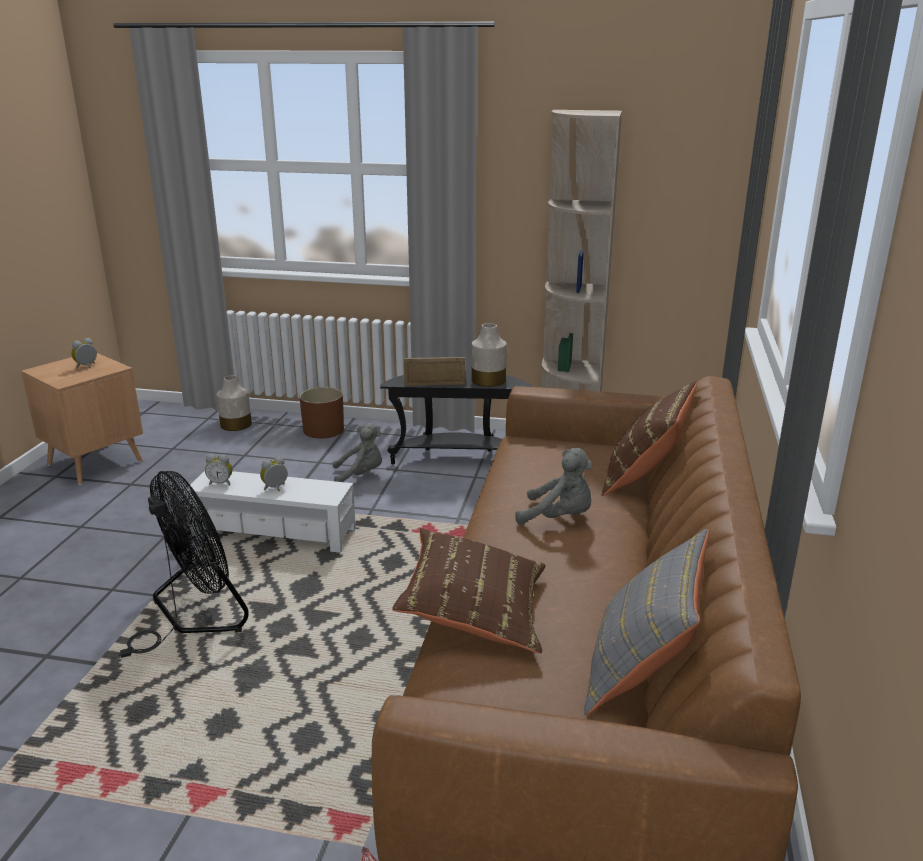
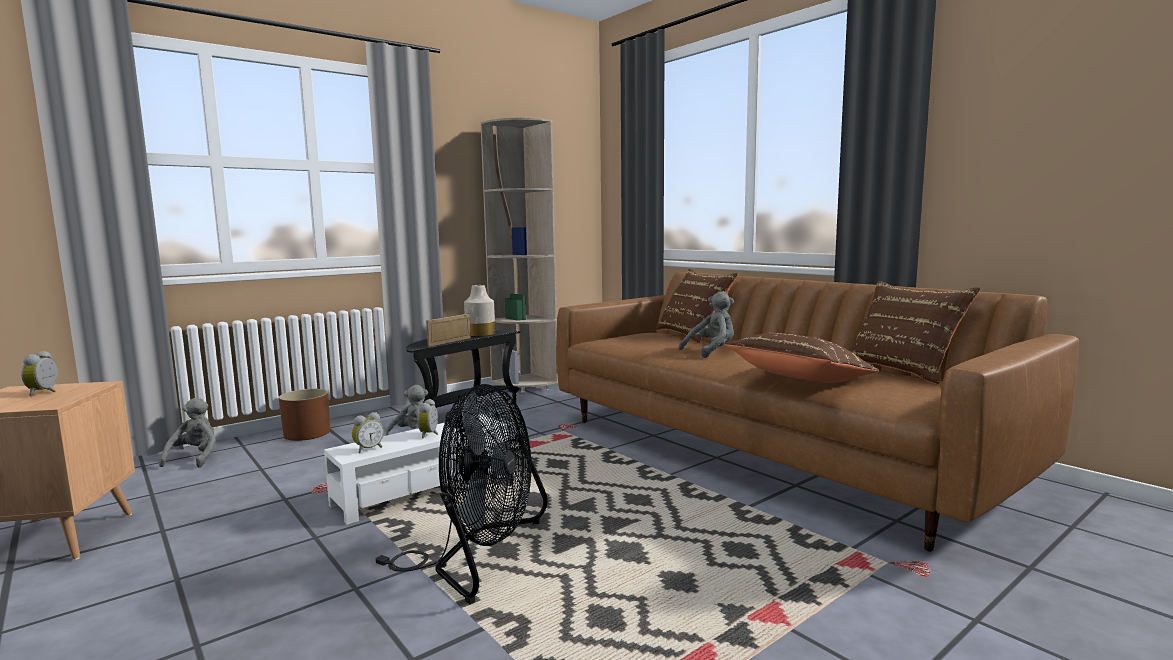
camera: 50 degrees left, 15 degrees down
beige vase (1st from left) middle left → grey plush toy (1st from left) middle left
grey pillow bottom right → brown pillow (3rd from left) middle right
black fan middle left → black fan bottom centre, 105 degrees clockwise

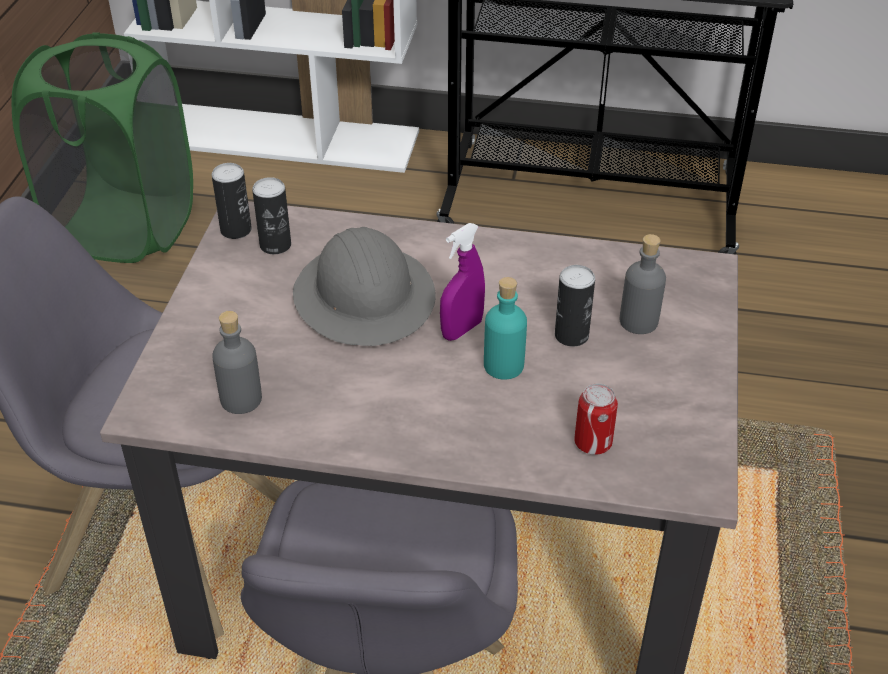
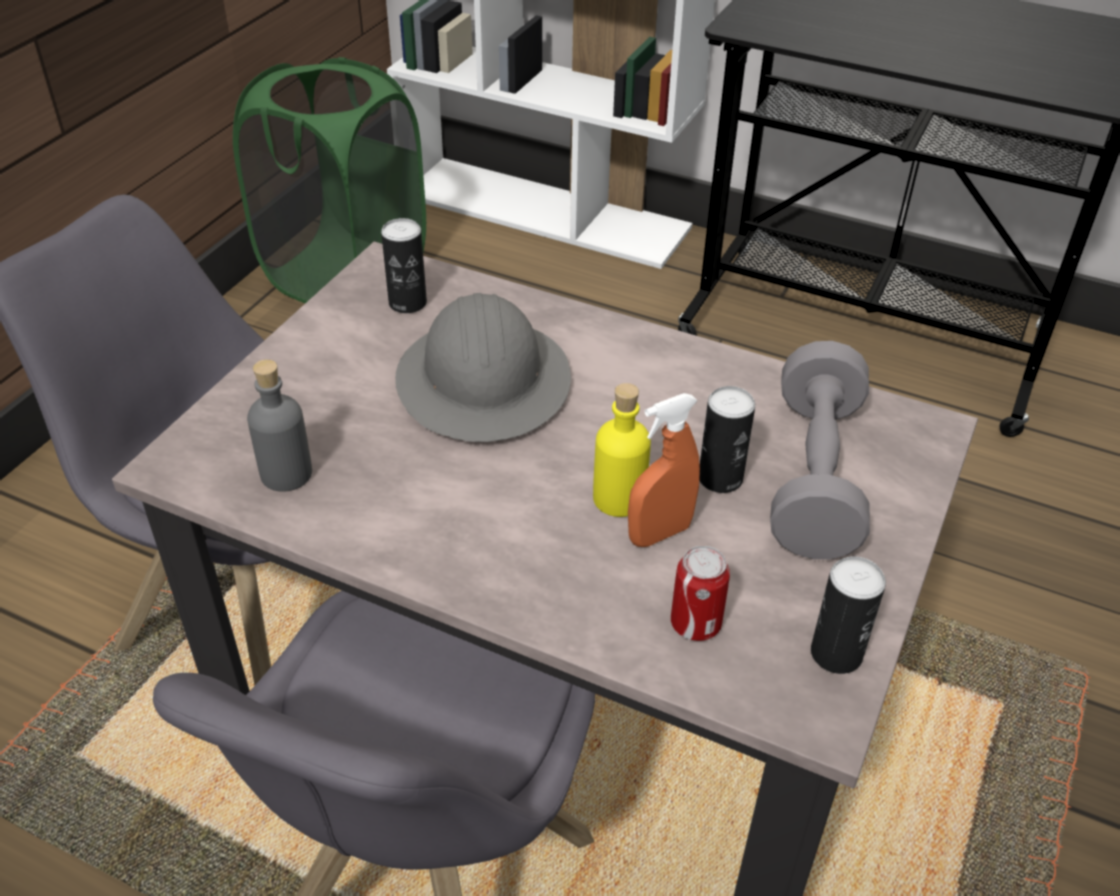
camera: 15 degrees right, 0 degrees up
purple spray bottle centre → -
- → orange spray bottle centre
can (1st from left in the first image) top left → can (4th from left) bottom right, moved
grey bottle (2nd from left) middle right → grey dumbbell middle right
turquoise bottle centre → yellow bottle centre

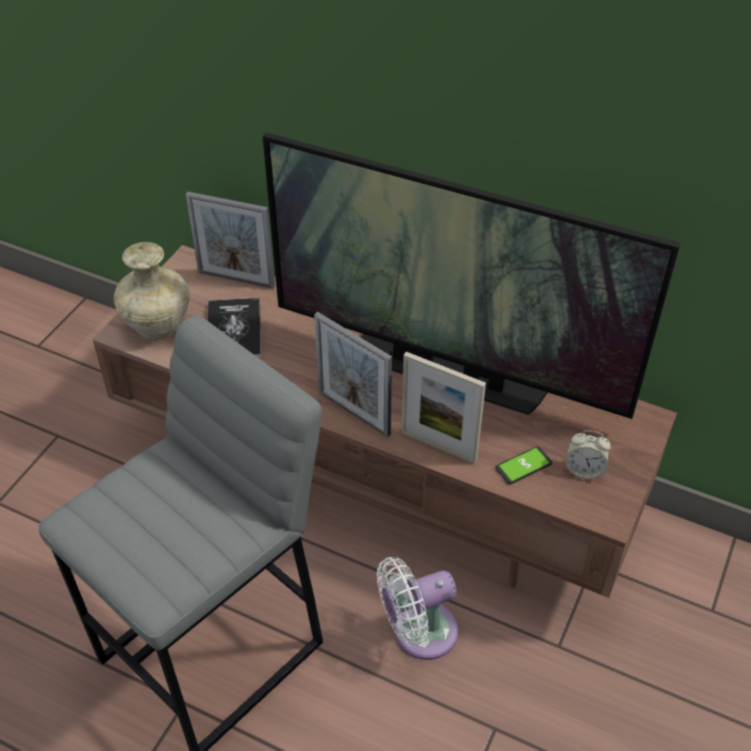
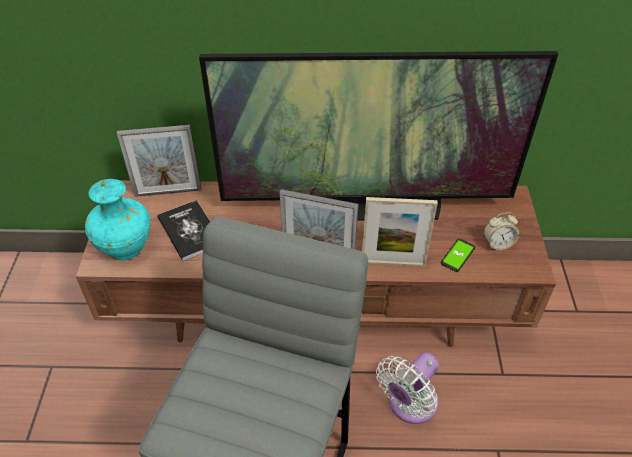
camera: 25 degrees left, 0 degrees up
beige vase middle left → turquoise vase middle left

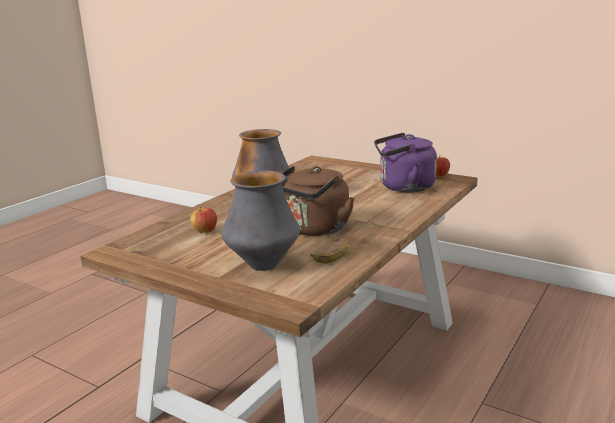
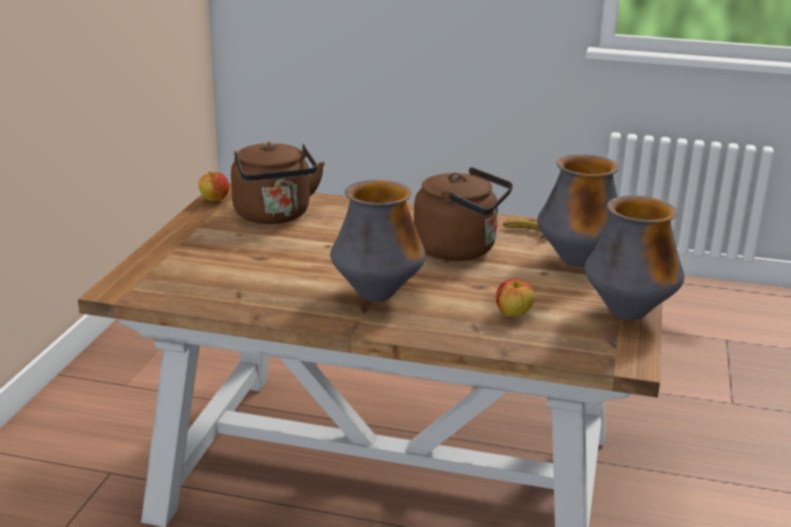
camera: 110 degrees left, 5 degrees up
- → vase (3rd from left) middle right
purple kettle centre → brown kettle (1st from left) centre

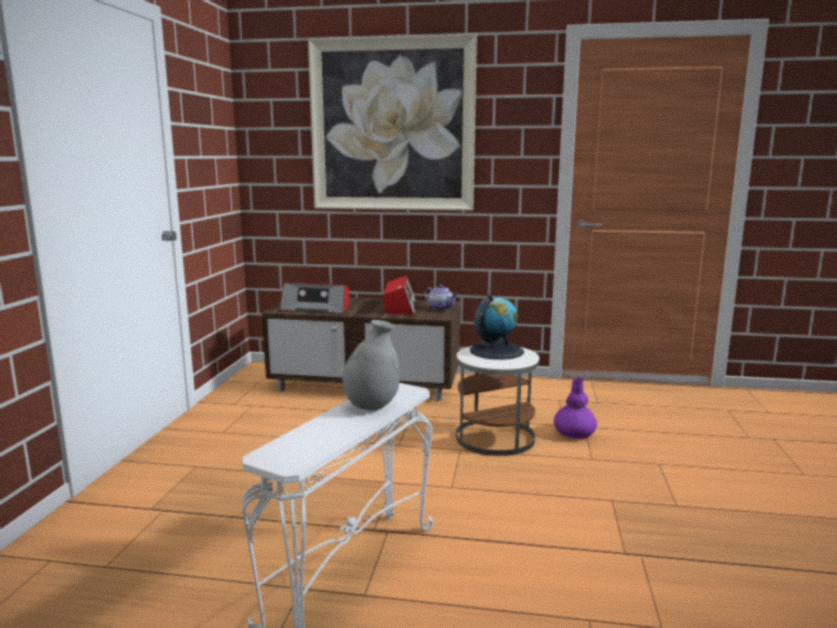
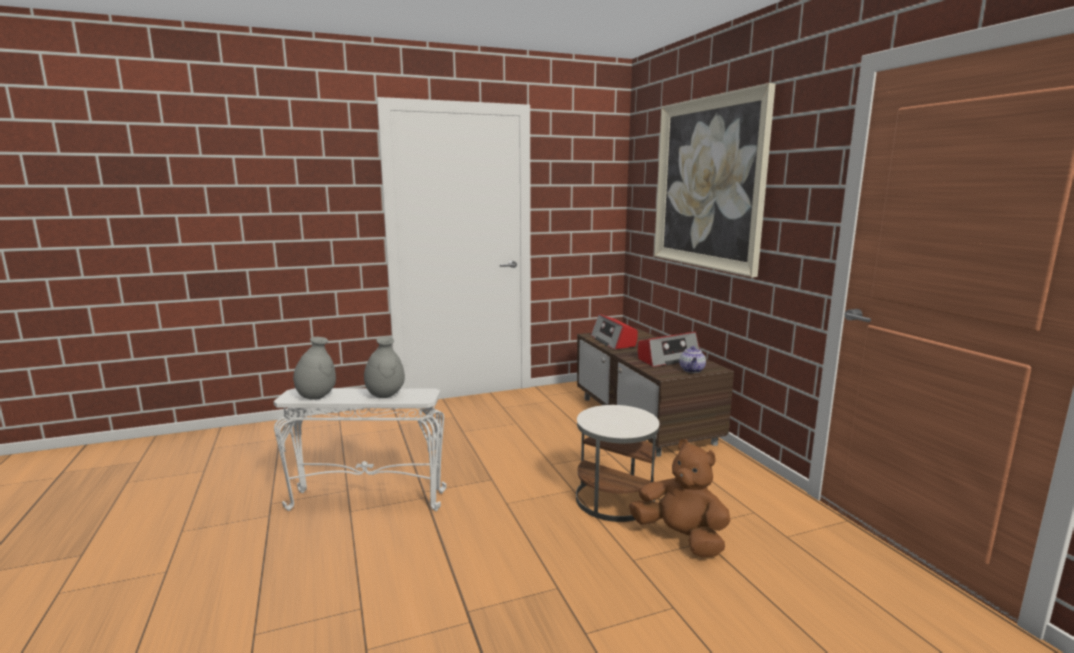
camera: 60 degrees right, 0 degrees up
globe centre → -
- → grey vase (1st from left) middle left
purple vase middle right → brown plush toy bottom centre

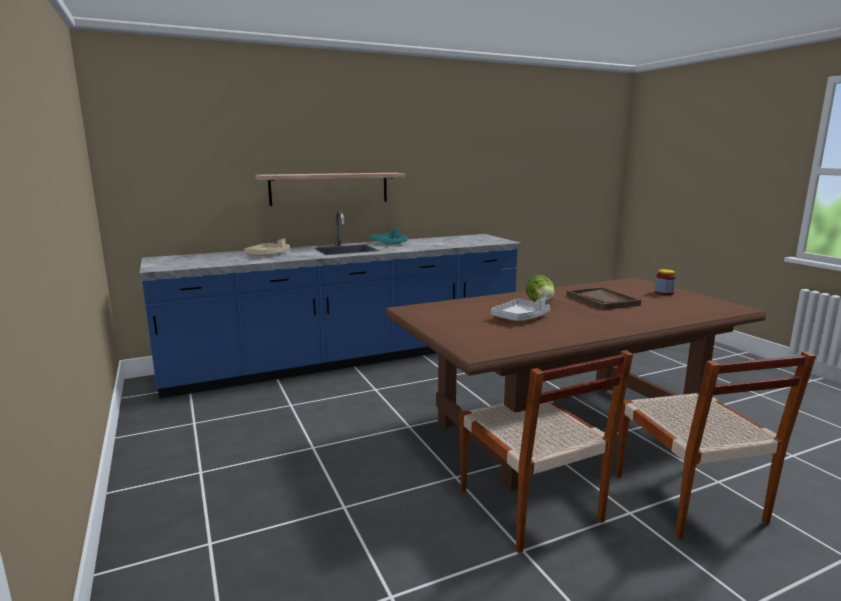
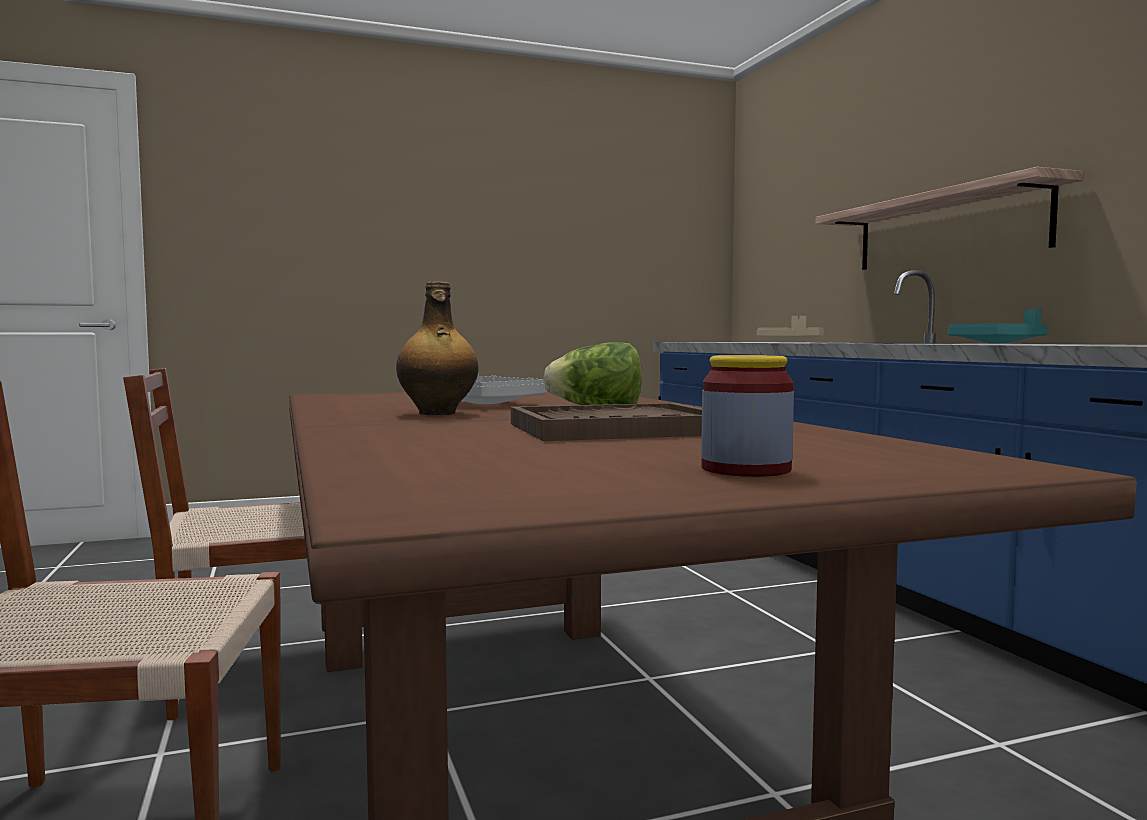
camera: 95 degrees right, 10 degrees down
- → bottle centre

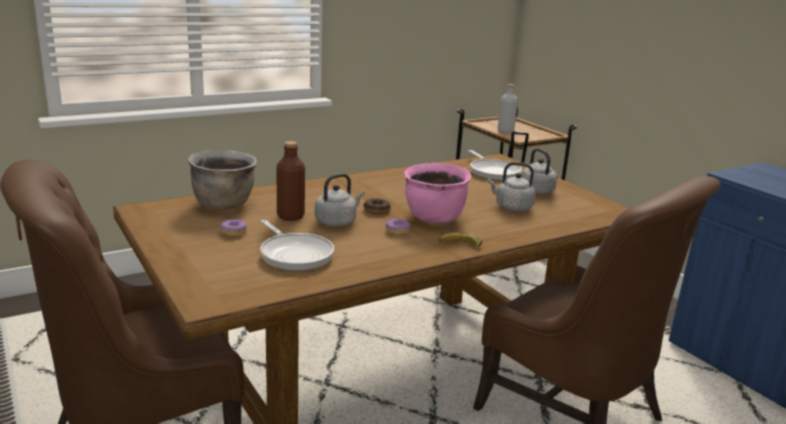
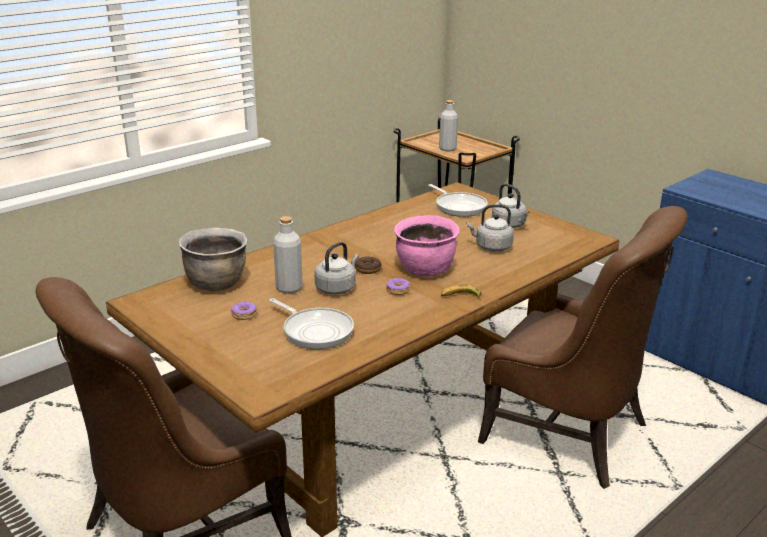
camera: 10 degrees left, 5 degrees up
brown bottle centre → grey bottle (1st from left) centre

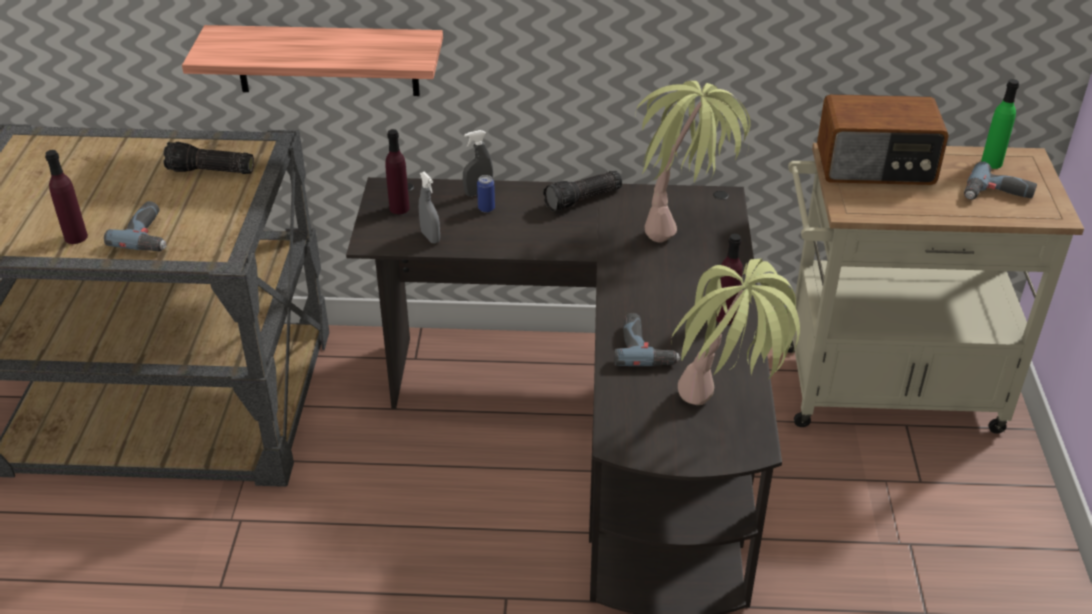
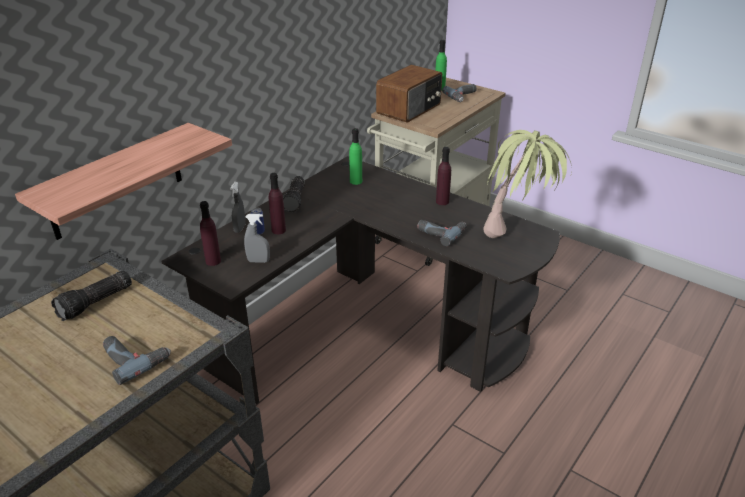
camera: 55 degrees left, 5 degrees down
purple bottle (1st from left in the first image) top left → purple bottle (2nd from left) centre, moved
potted plant (1st from left) top centre → green bottle (1st from left) top centre

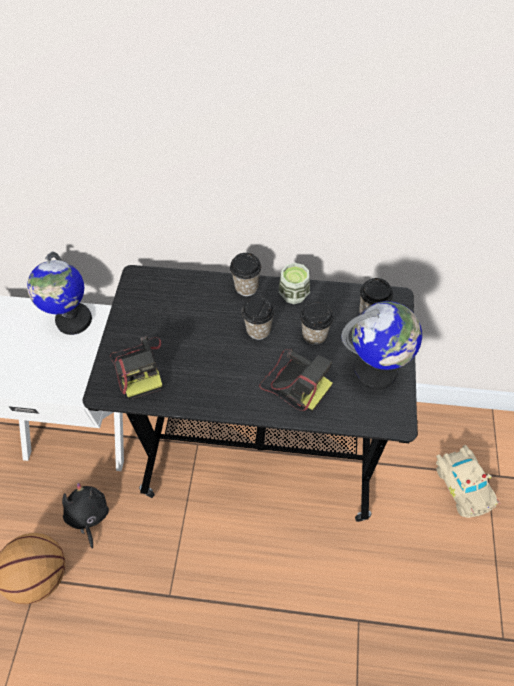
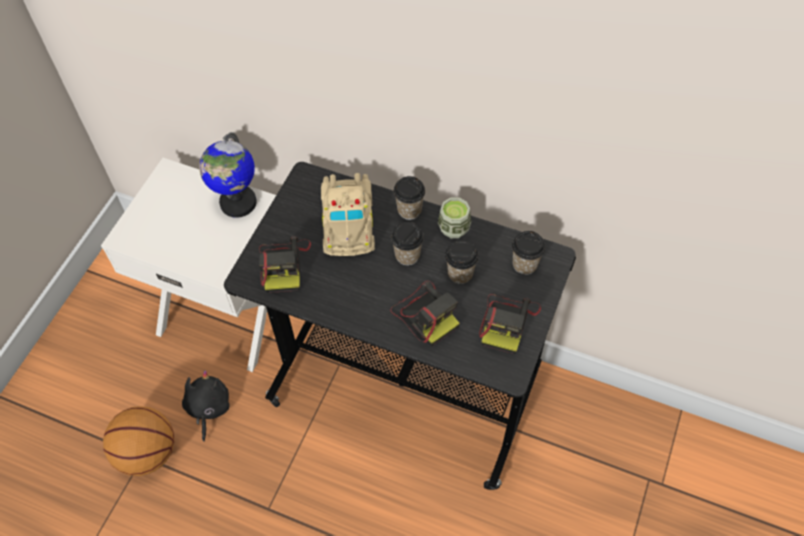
camera: 15 degrees right, 0 degrees up
beige toy car bottom right → beige toy car centre, moved
globe (2nd from left) middle right → photo camera (3rd from left) centre

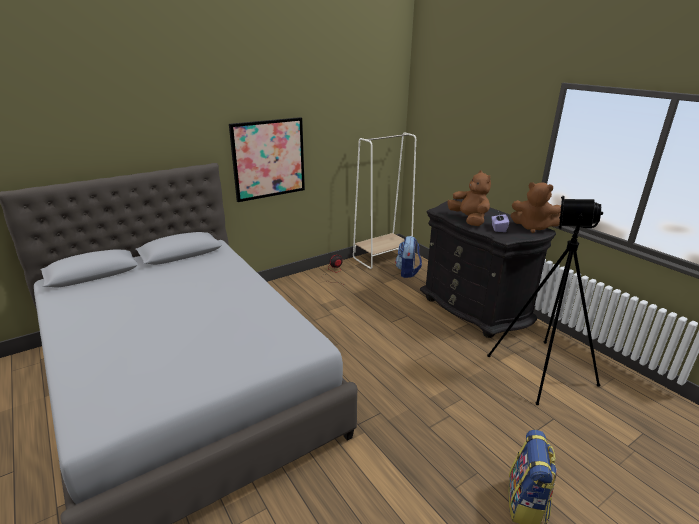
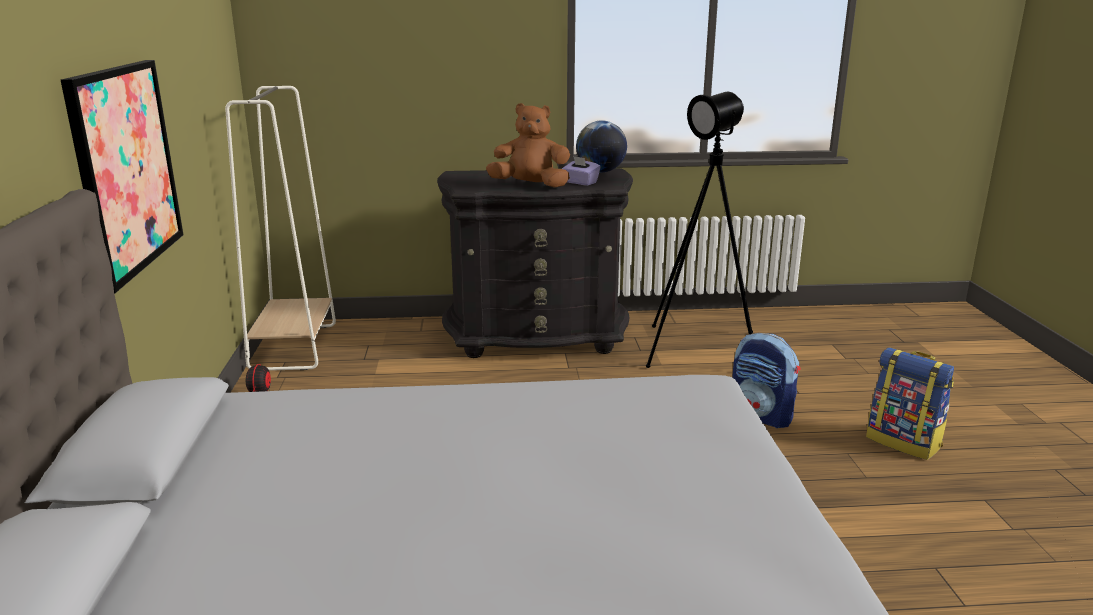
camera: 60 degrees left, 5 degrees down
backpack (1st from left) centre → backpack (1st from left) middle right, moved
brown plush toy (2nd from left) middle right → globe top centre

